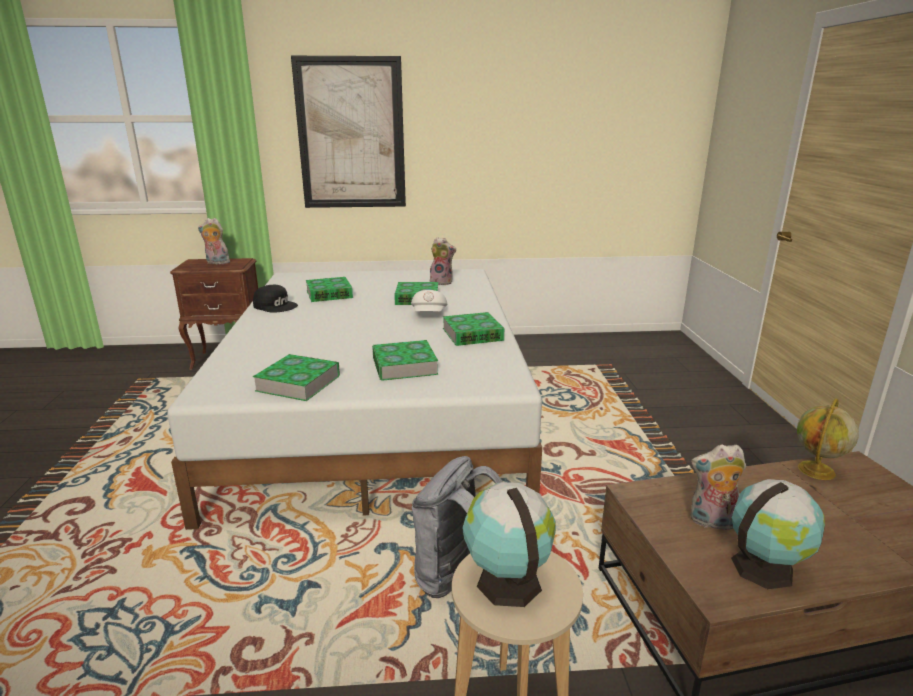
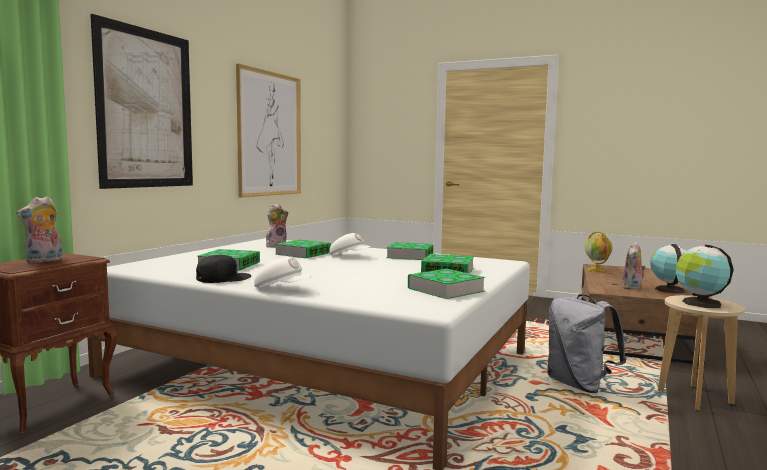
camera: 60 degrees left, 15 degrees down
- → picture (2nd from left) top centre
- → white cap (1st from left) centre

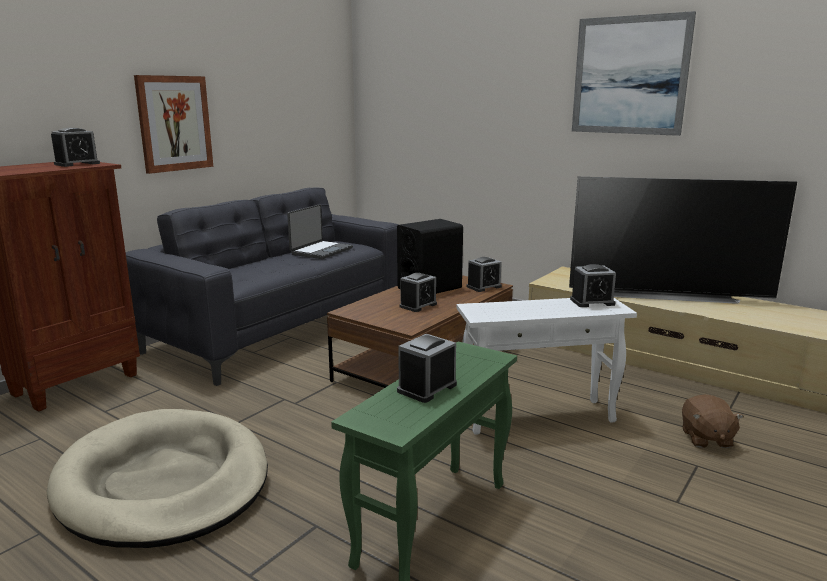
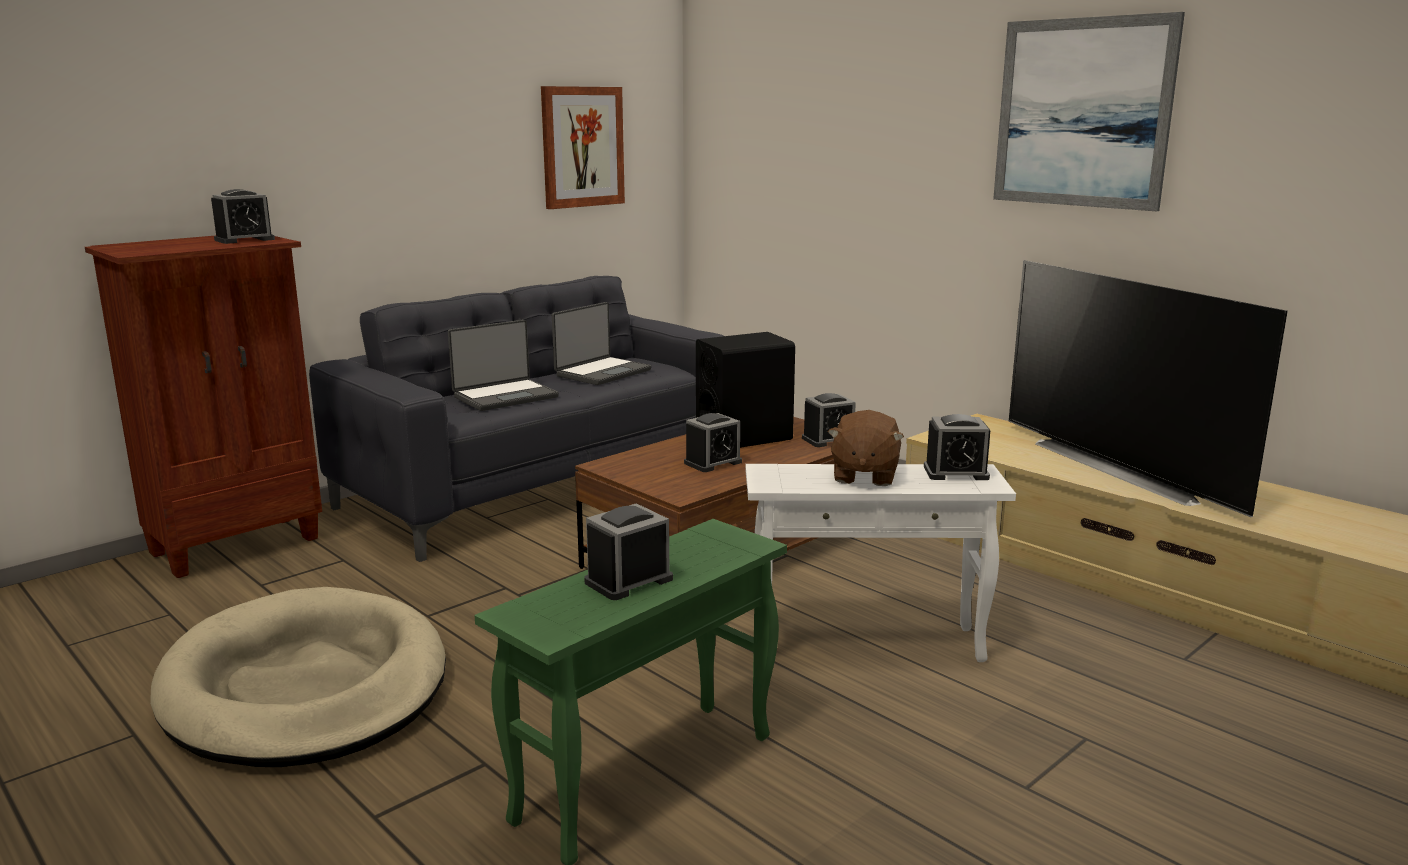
camera: 10 degrees right, 0 degrees up
- → laptop (1st from left) centre
picture (1st from left) top left → picture (1st from left) top centre, moved
brown plush toy bottom right → brown plush toy centre, moved
television middle right, 45 degrees clockwise

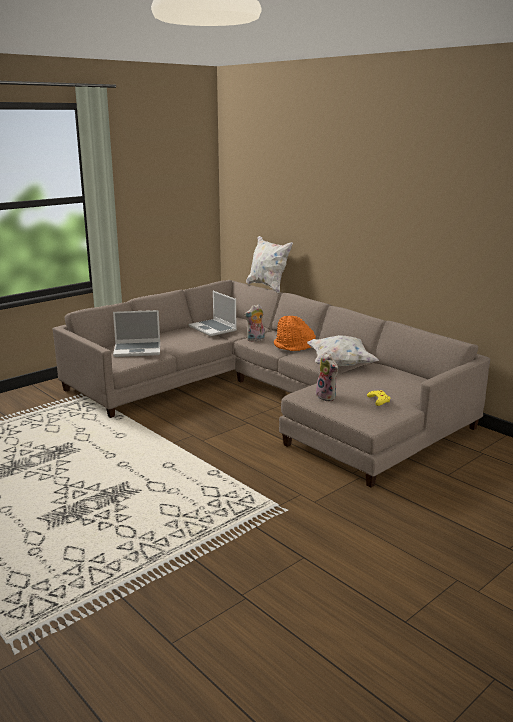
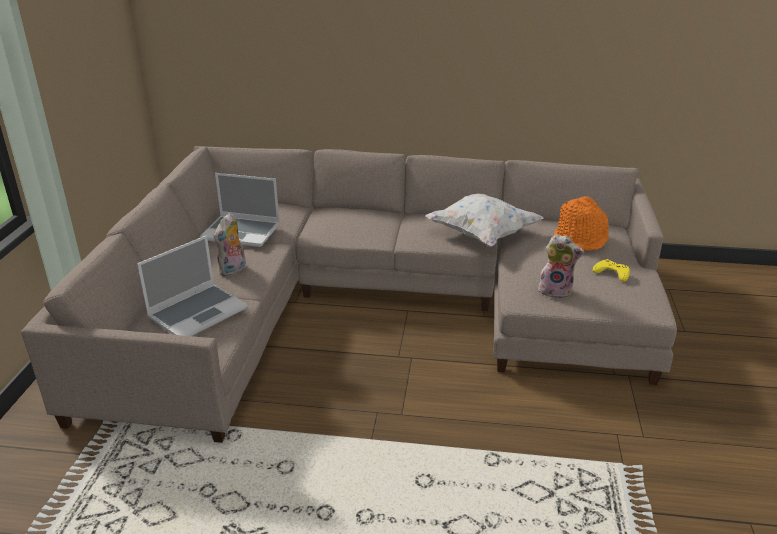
camera: 40 degrees left, 10 degrees up
white pillow (1st from left) centre → -
plush toy (1st from left) centre → plush toy (1st from left) middle left, moved
orange hat centre → orange hat middle right, moved

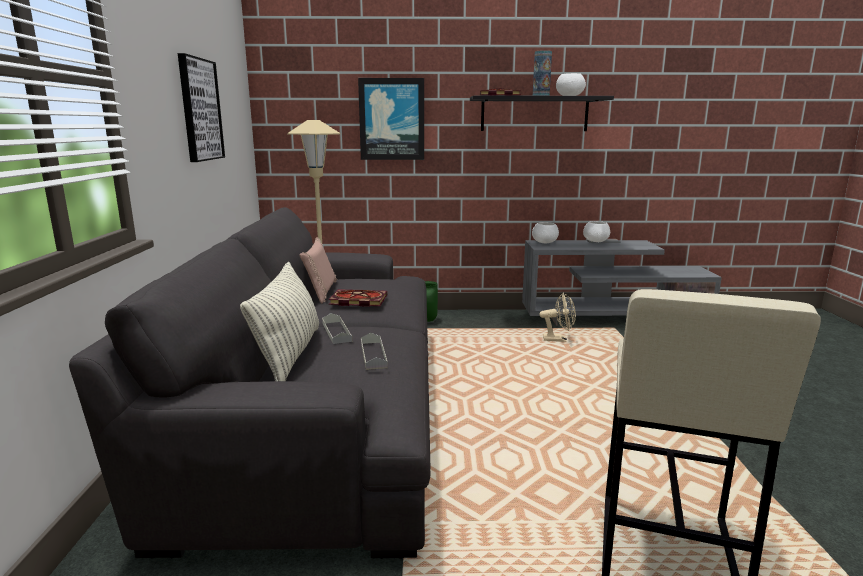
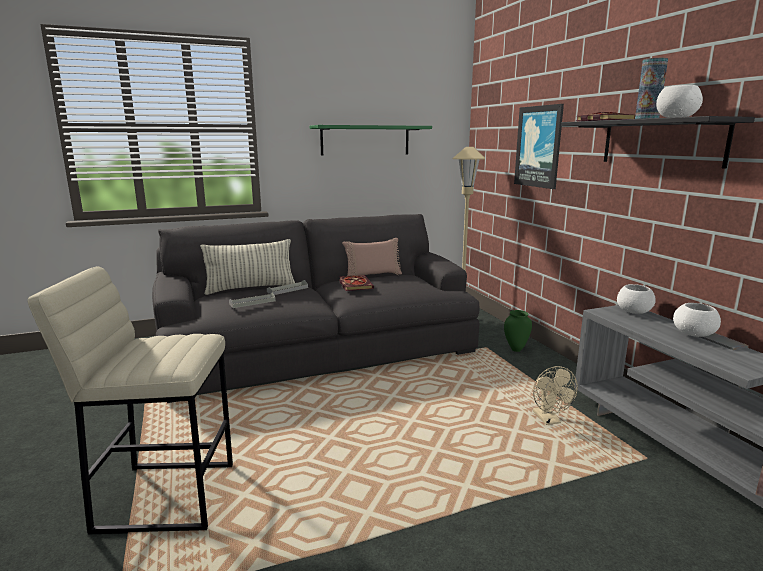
camera: 70 degrees right, 0 degrees up
picture (1st from left) top left → green shelf top centre

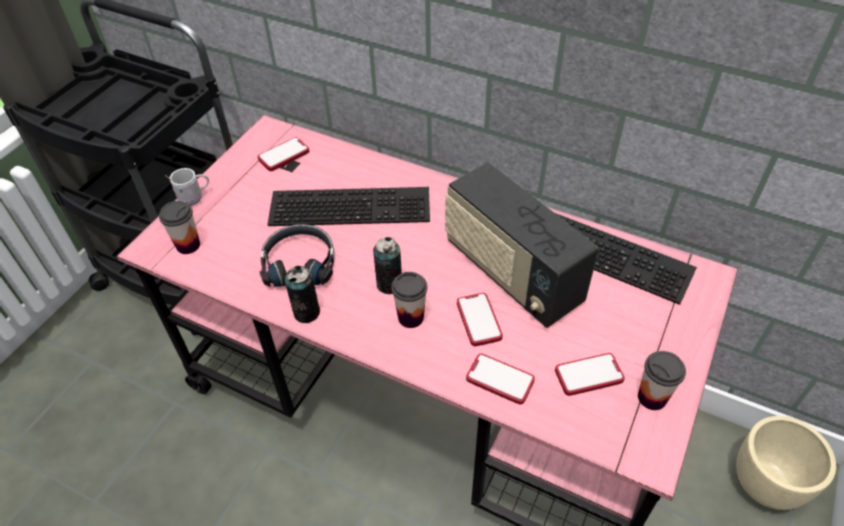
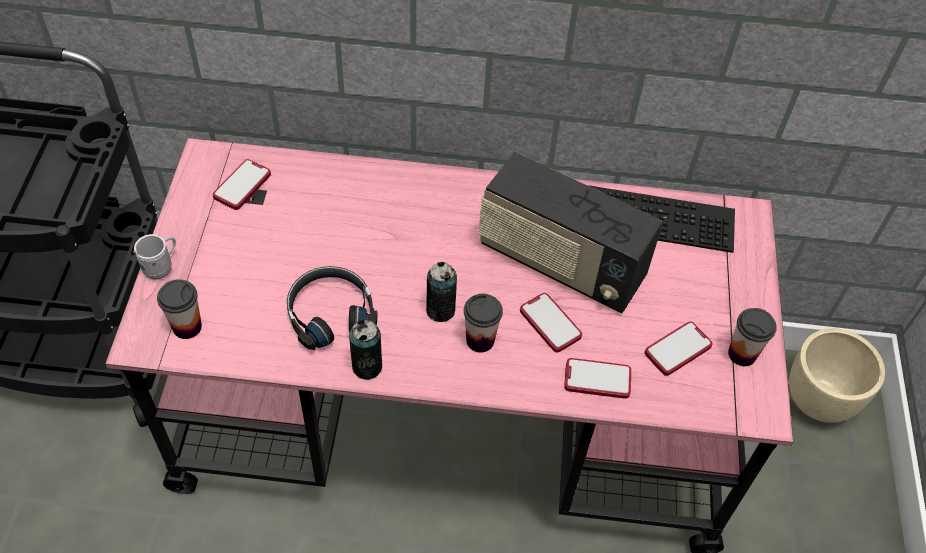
camera: 25 degrees left, 5 degrees up
keyboard (1st from left) centre → -

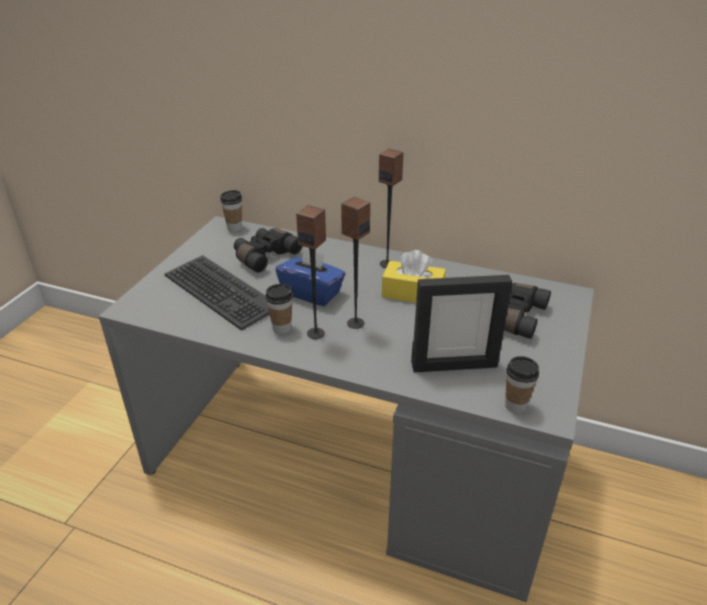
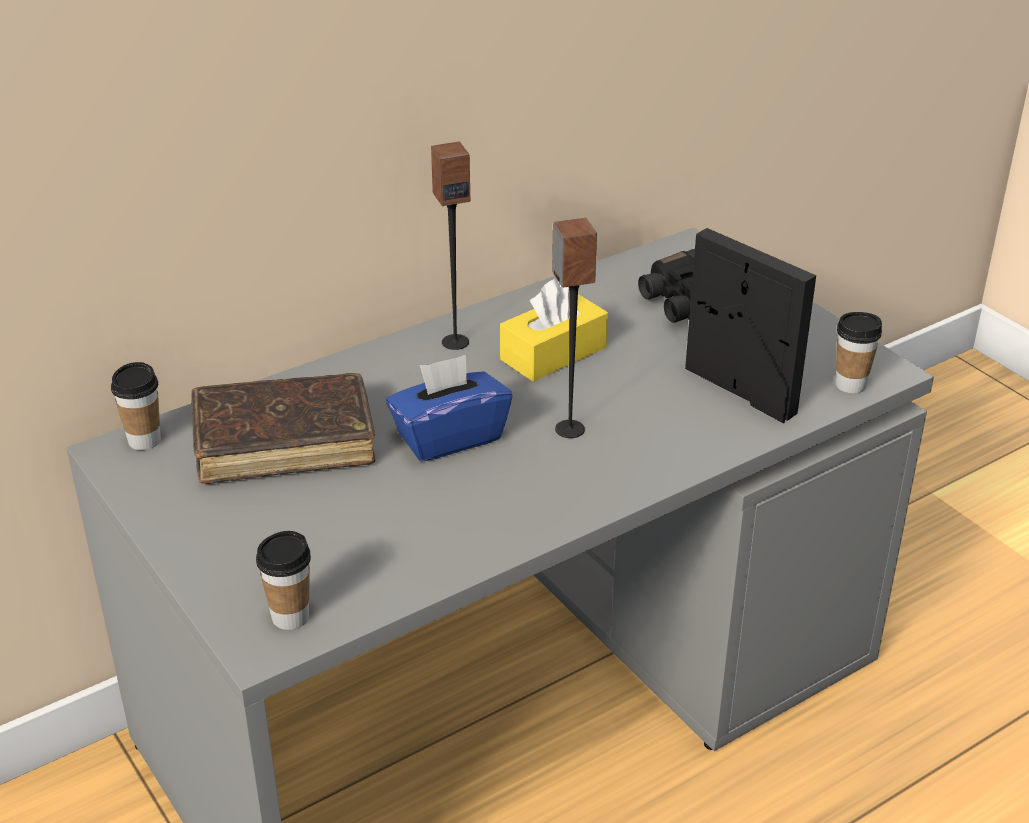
camera: 55 degrees left, 0 degrees up
keyboard middle left → -
speaker (1st from left) centre → -
cup (2nd from left) centre → cup (2nd from left) bottom left, moved
black binoculars (1st from left) centre → brown book middle left
picture frame centre → picture frame middle right, 75 degrees counterclockwise

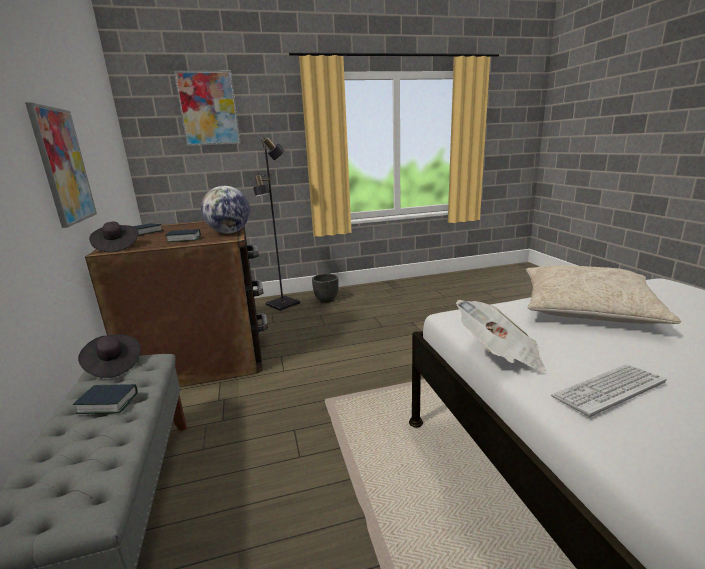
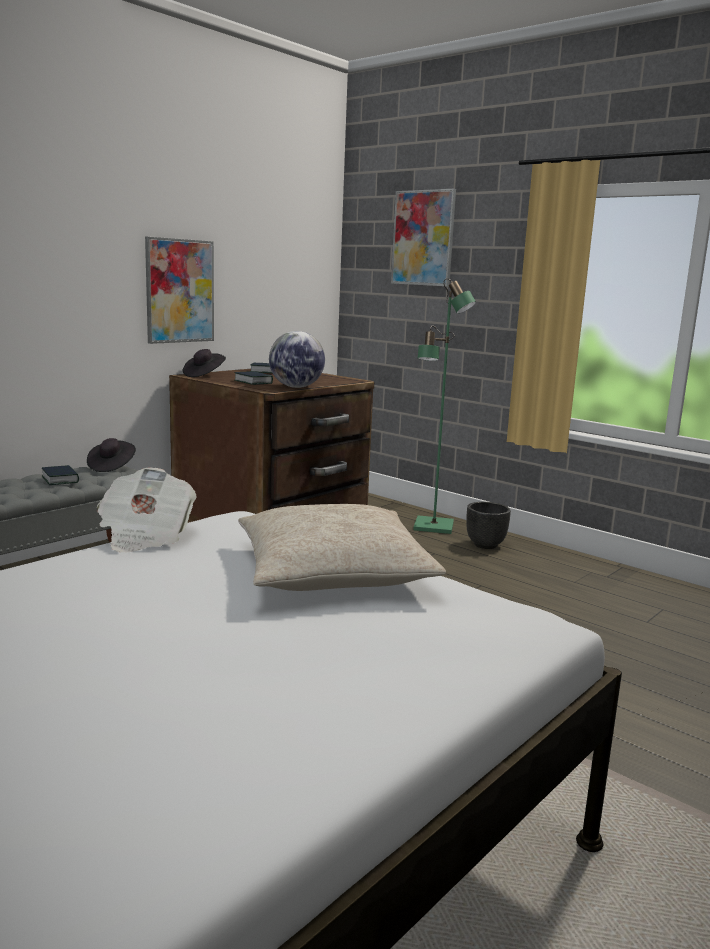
camera: 55 degrees right, 5 degrees down
keyboard bottom right → -
black floor lamp centre → green floor lamp centre

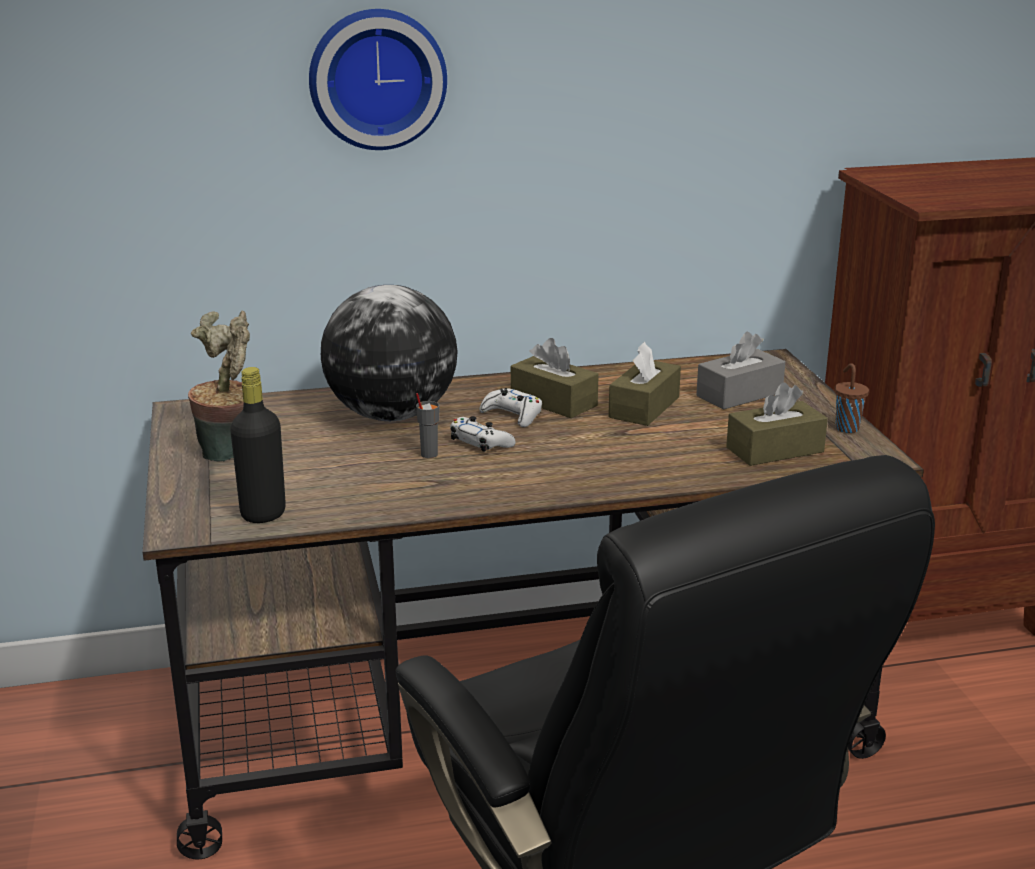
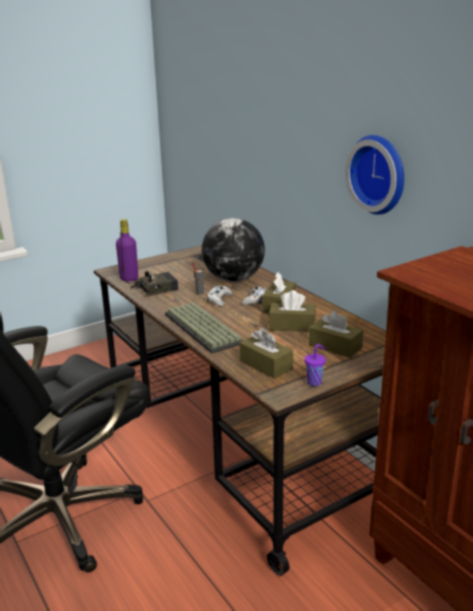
camera: 70 degrees right, 0 degrees up
potted plant middle left → -
- → radio middle left
- → keyboard centre
wall clock top centre → wall clock top right, moved
black bottle middle left → purple bottle middle left
grey tissue box middle right → brown tissue box (4th from left) middle right
brown cup middle right → purple cup centre

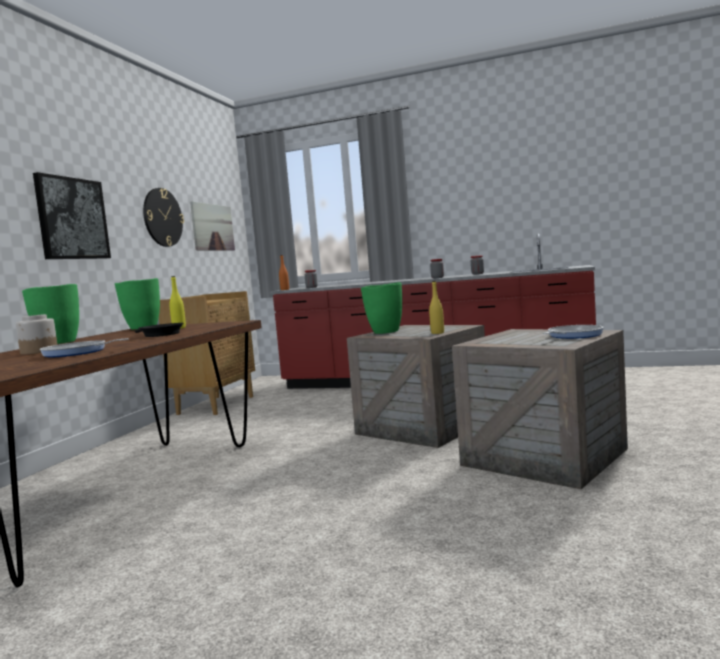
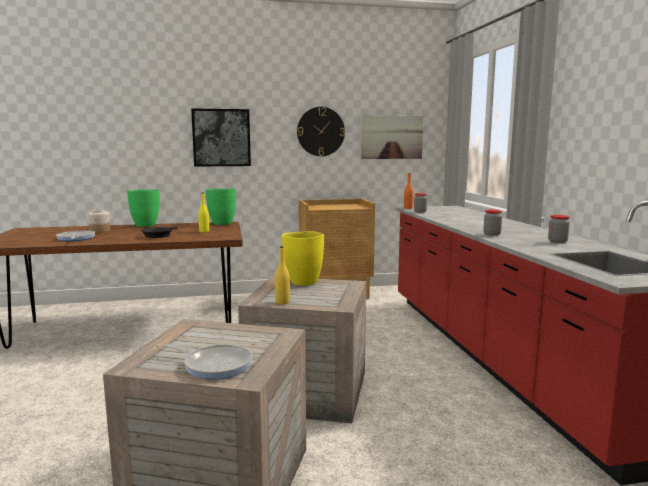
camera: 60 degrees right, 5 degrees up
green vase (3rd from left) centre → yellow vase centre

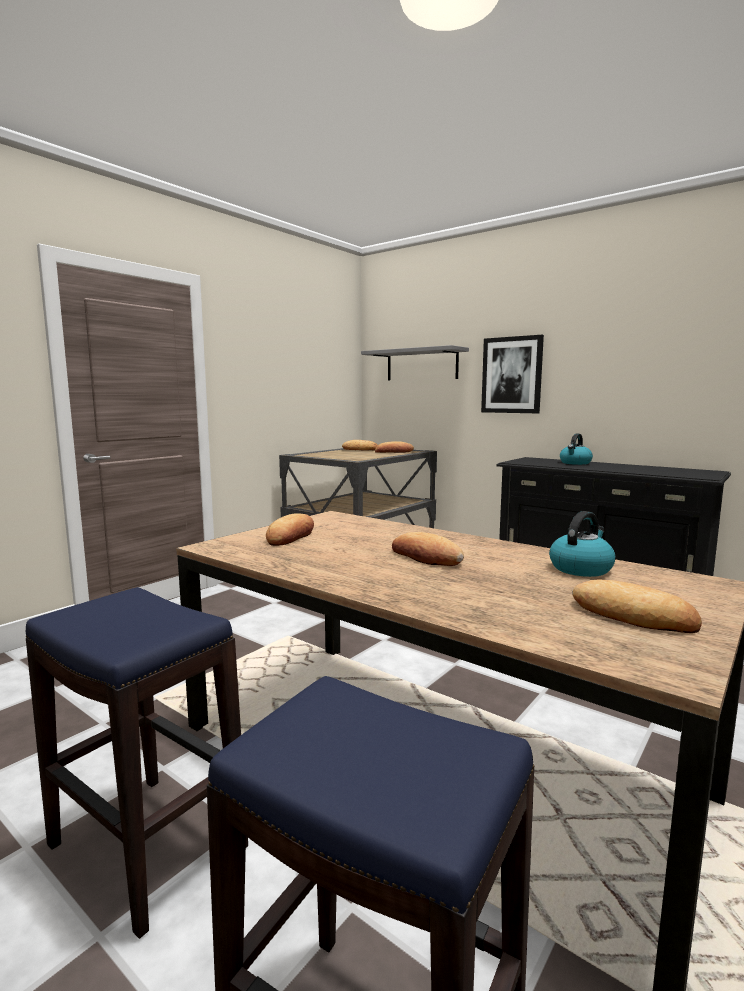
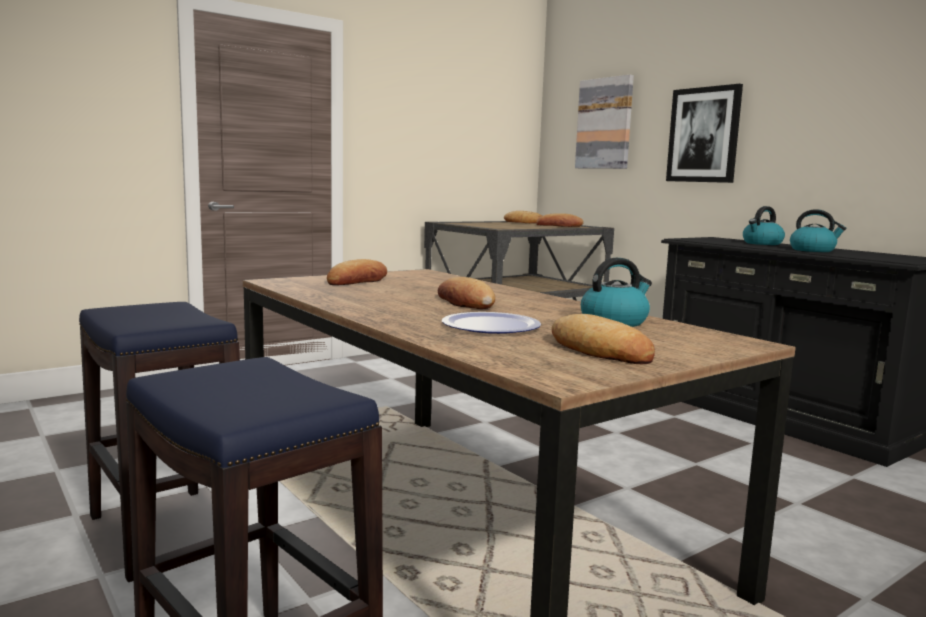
camera: 15 degrees right, 0 degrees up
- → plate centre
- → kettle (3rd from left) middle right
grey shelf centre → picture (1st from left) top centre

